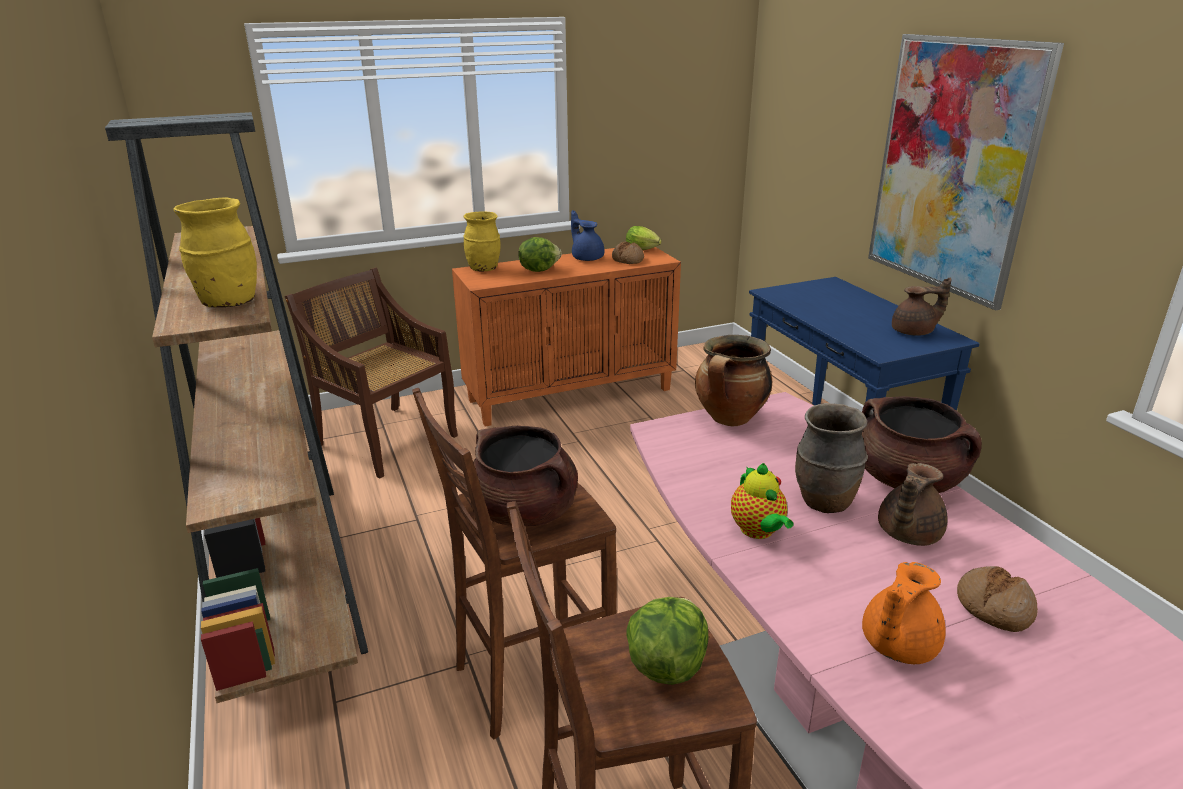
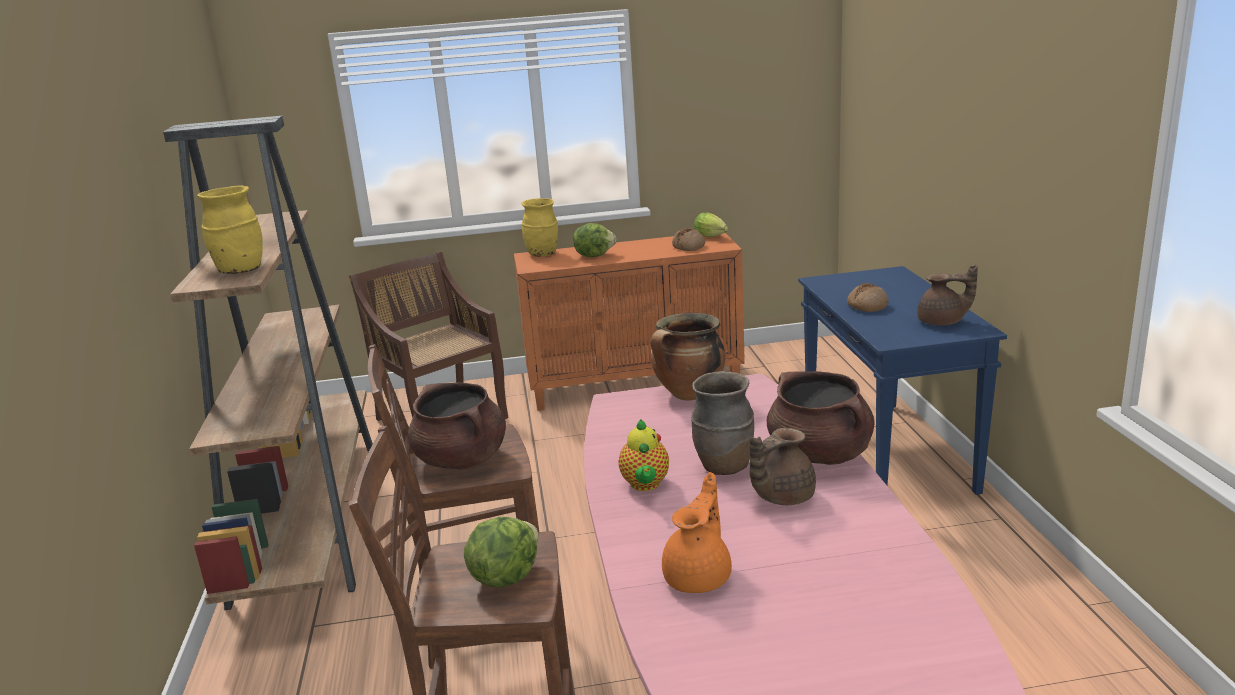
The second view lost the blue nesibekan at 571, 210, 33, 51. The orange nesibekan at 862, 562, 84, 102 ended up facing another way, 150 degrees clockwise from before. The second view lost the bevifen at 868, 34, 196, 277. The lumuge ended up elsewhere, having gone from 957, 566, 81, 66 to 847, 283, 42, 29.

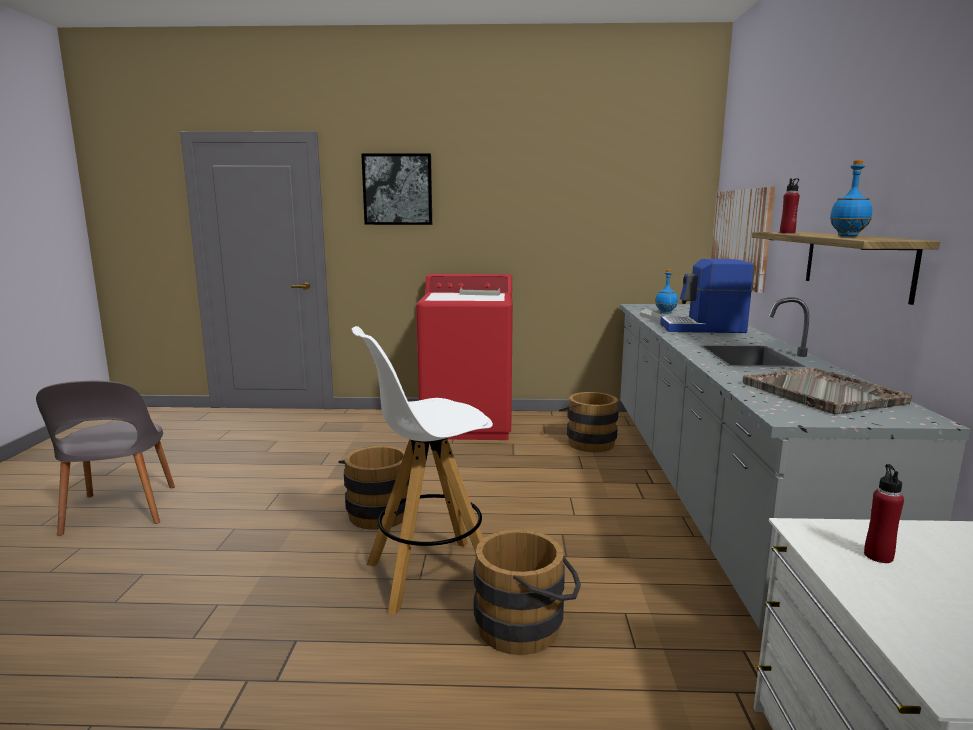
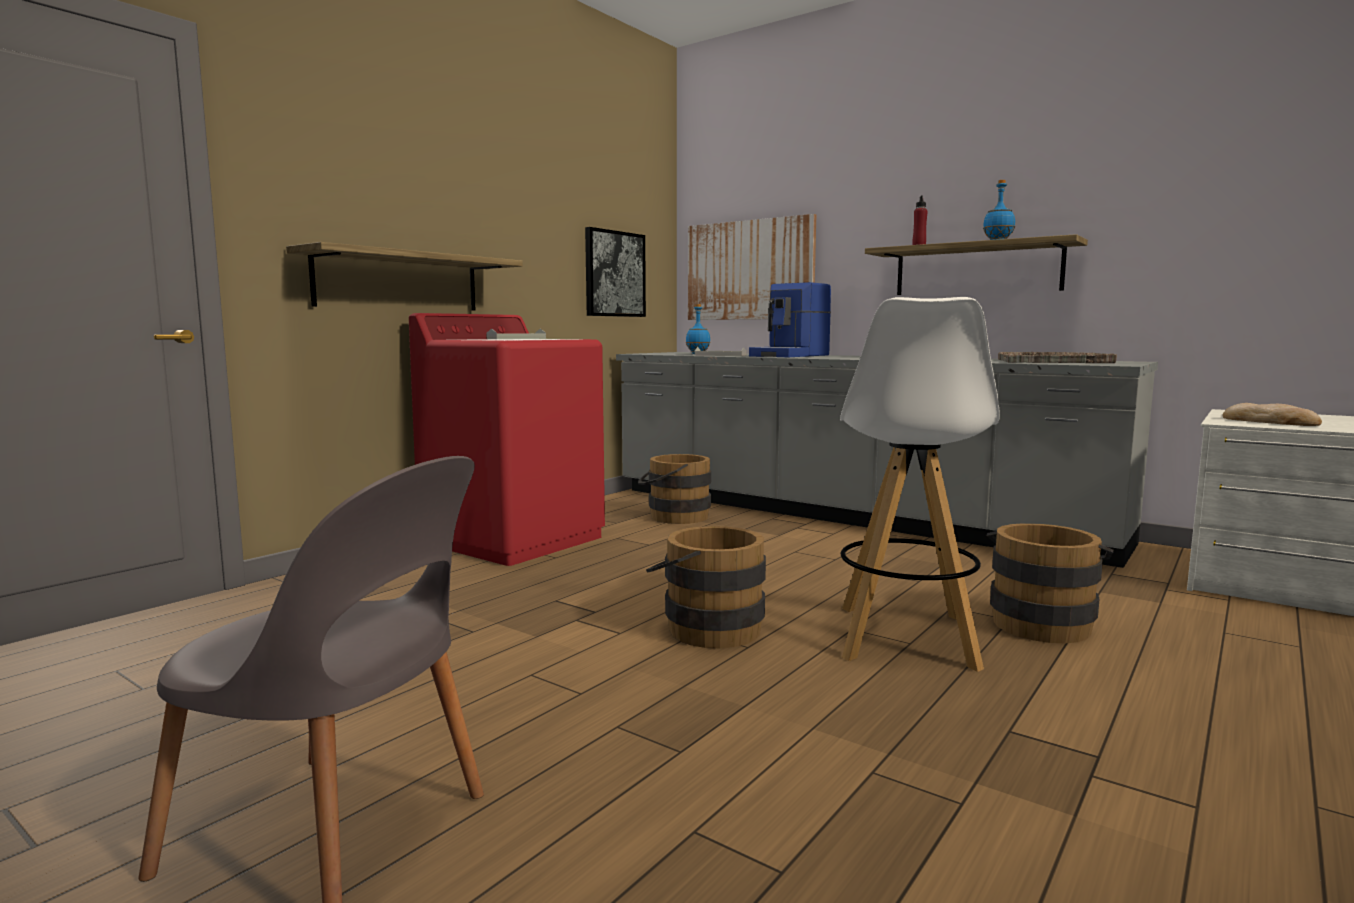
The bevifen ended up elsewhere, having gone from 361, 153, 71, 72 to 585, 227, 61, 90. Where the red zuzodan stood at 864, 464, 40, 99, the lumuge came to stand at 1223, 403, 99, 23. The second view gained the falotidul at 286, 242, 237, 69.

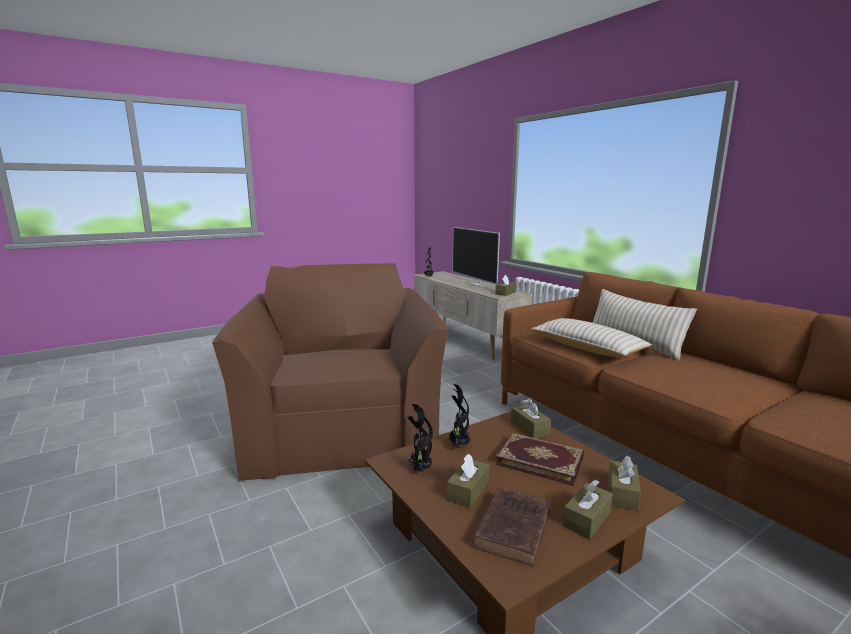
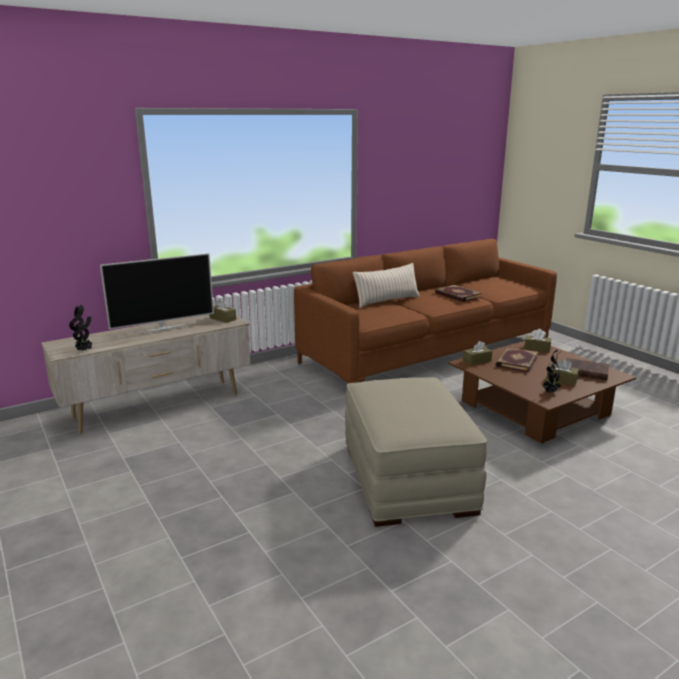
Where the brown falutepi stood at 212, 263, 236, 218, the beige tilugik came to stand at 345, 377, 142, 150. The second view lost the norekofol at 446, 384, 24, 63. The second view lost the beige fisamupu at 531, 318, 121, 40. The second view lost the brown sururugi at 563, 479, 50, 60. The second view gained the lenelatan at 435, 285, 47, 17.

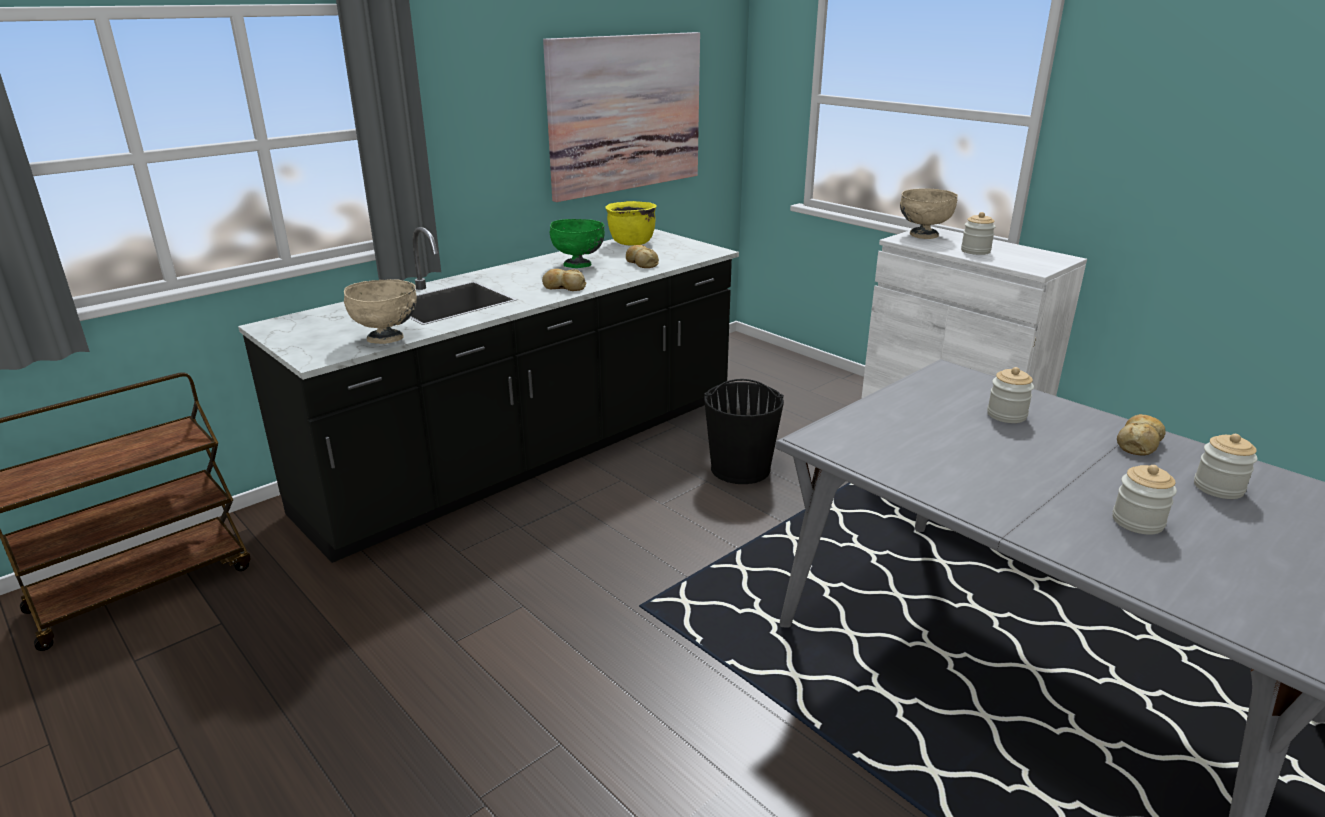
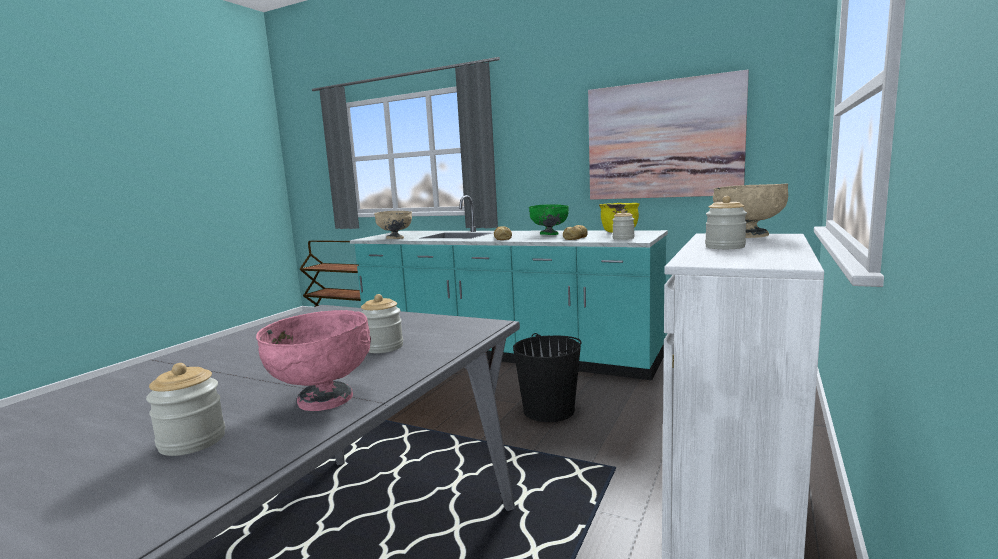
What was the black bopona at 238, 227, 501, 336 turned into the turquoise bopona at 350, 195, 318, 185. The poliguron ended up elsewhere, having gone from 1113, 465, 64, 70 to 612, 209, 23, 31. Where the lumuge stood at 1117, 414, 49, 42, the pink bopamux came to stand at 256, 310, 115, 101.

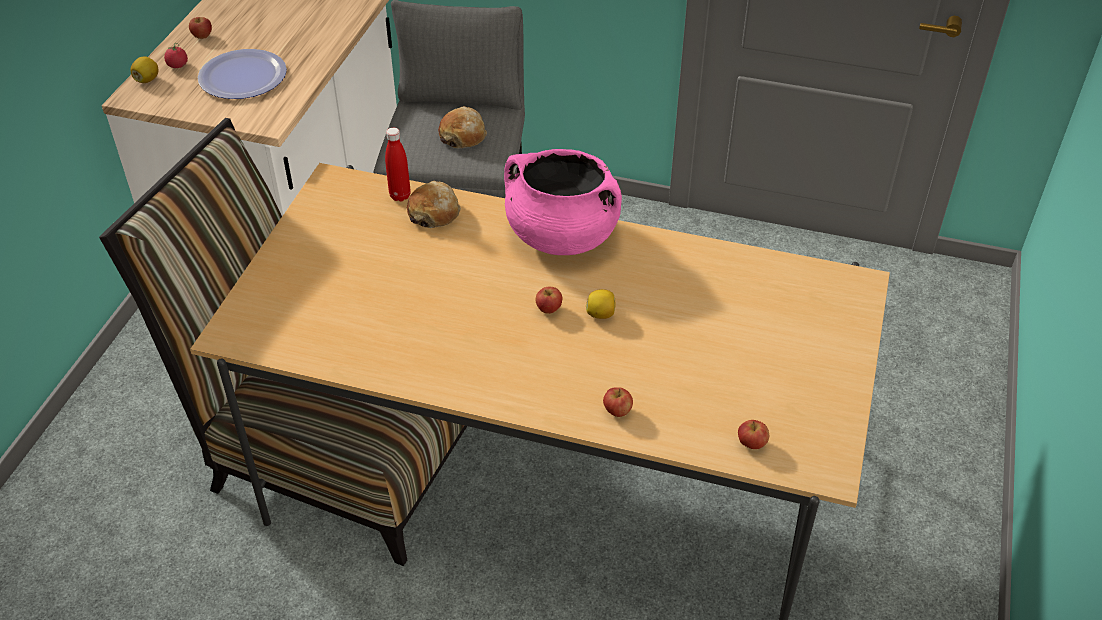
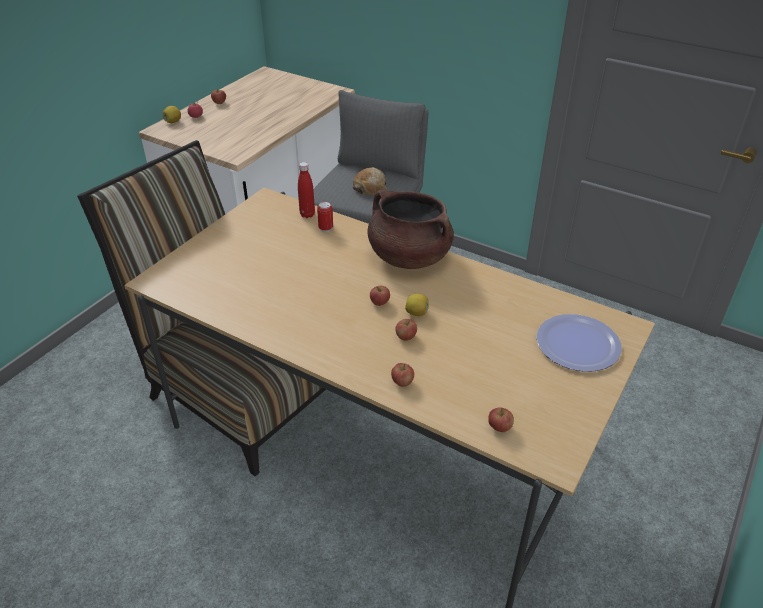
The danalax ended up elsewhere, having gone from 198, 49, 89, 50 to 536, 314, 86, 58. Where the lumuge stood at 407, 181, 54, 47, the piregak came to stand at 317, 202, 16, 30. What was the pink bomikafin at 504, 149, 118, 106 turned into the brown bomikafin at 367, 190, 87, 79. The second view gained the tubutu at 395, 319, 22, 22.

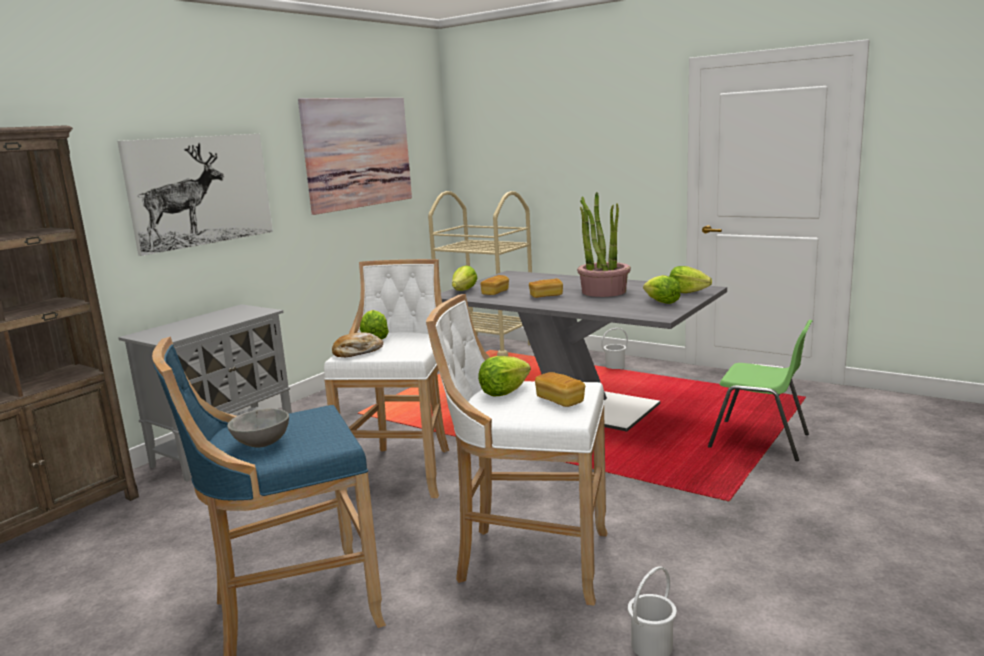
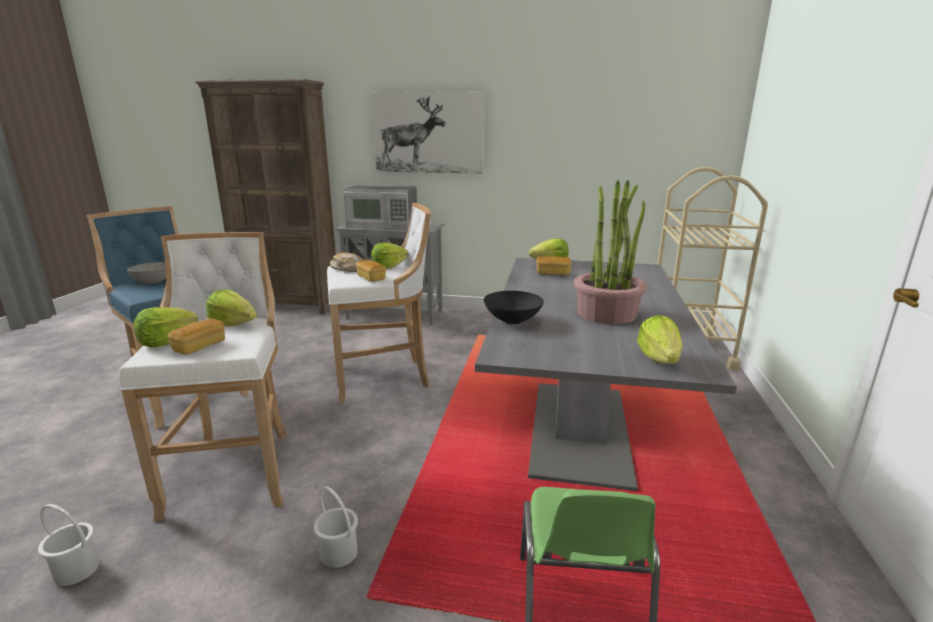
The second view lost the bevifen at 298, 98, 114, 117. The lumuge ended up elsewhere, having gone from 529, 278, 34, 20 to 356, 260, 30, 22. The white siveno ended up elsewhere, having gone from 601, 328, 27, 41 to 314, 486, 44, 82. The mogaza ended up elsewhere, having gone from 643, 275, 38, 29 to 134, 307, 64, 40. The second view gained the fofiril at 343, 185, 74, 44. The second view gained the black bopamux at 484, 291, 60, 33.

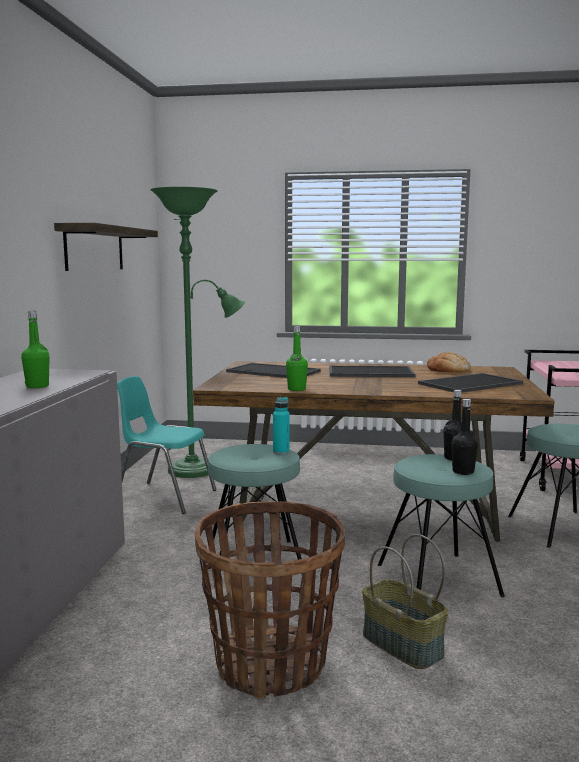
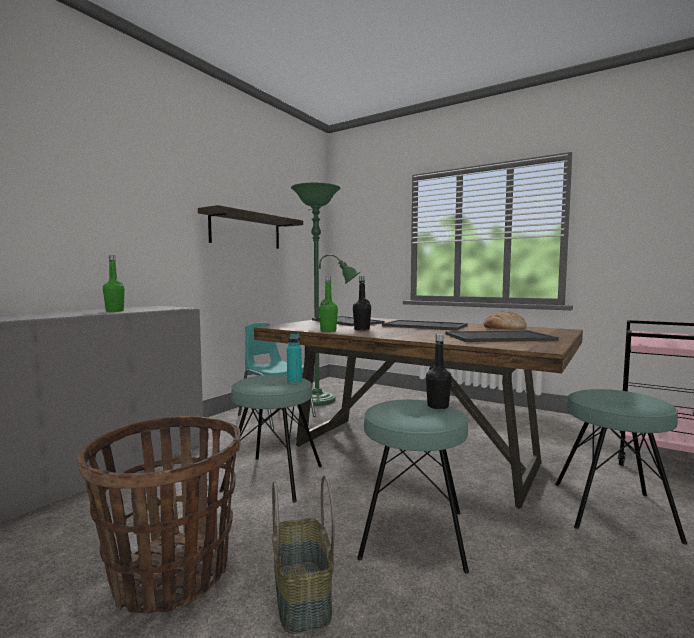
The black zuzodan ended up elsewhere, having gone from 451, 399, 27, 76 to 353, 276, 18, 55.

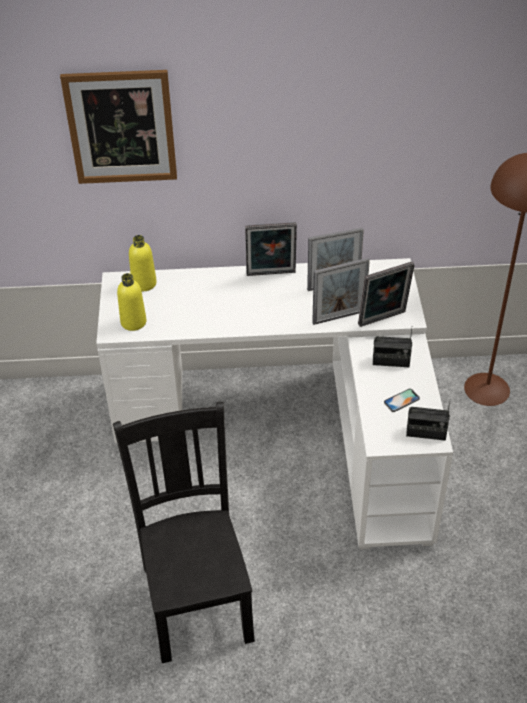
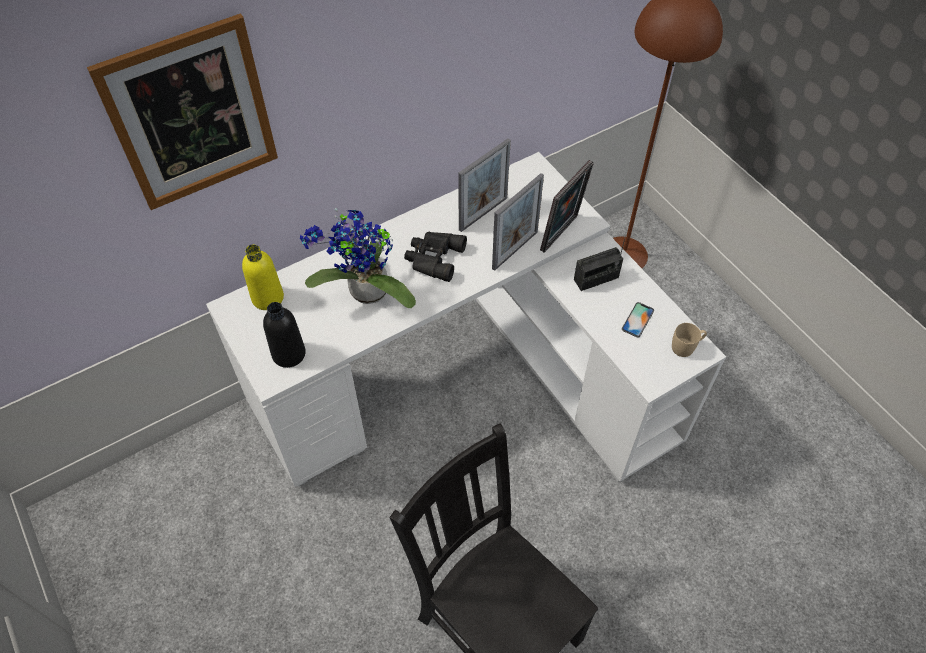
What was the yellow zuzodan at 117, 273, 30, 58 turned into the black zuzodan at 263, 302, 43, 66. The second view lost the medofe at 245, 222, 52, 54. Where the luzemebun stood at 406, 402, 44, 39, the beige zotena came to stand at 672, 323, 35, 34. The second view gained the norekofol at 300, 208, 116, 100. The second view gained the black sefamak at 404, 232, 63, 50.

